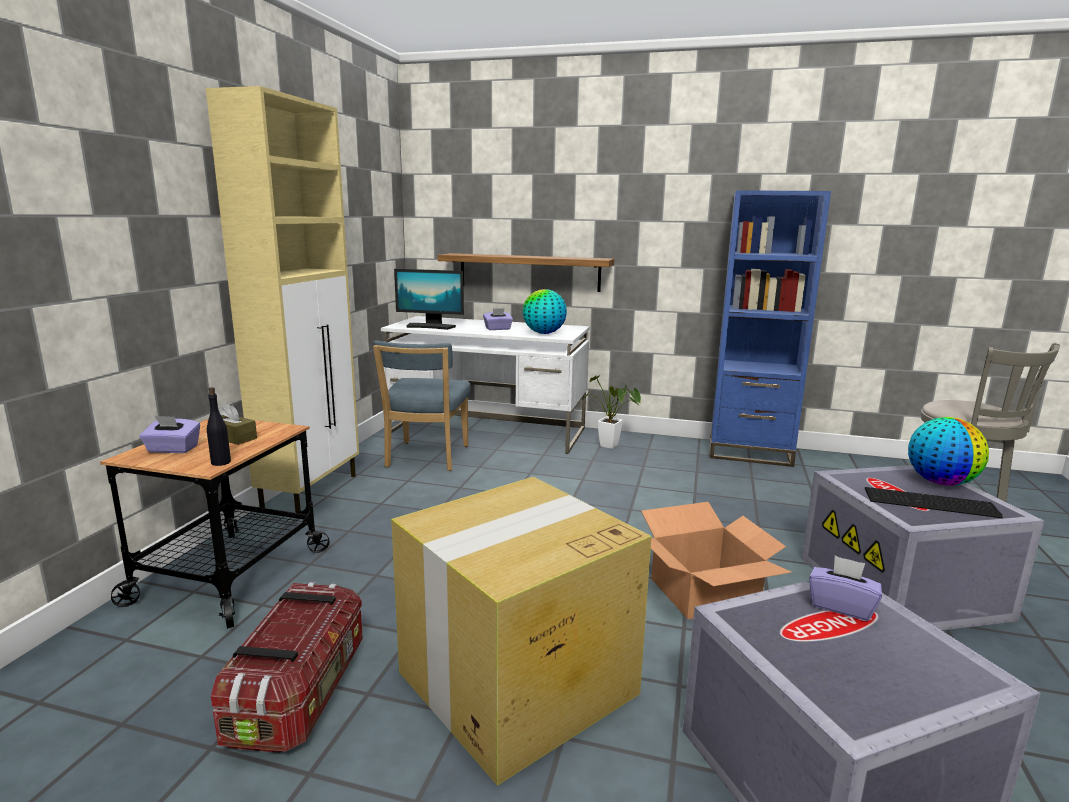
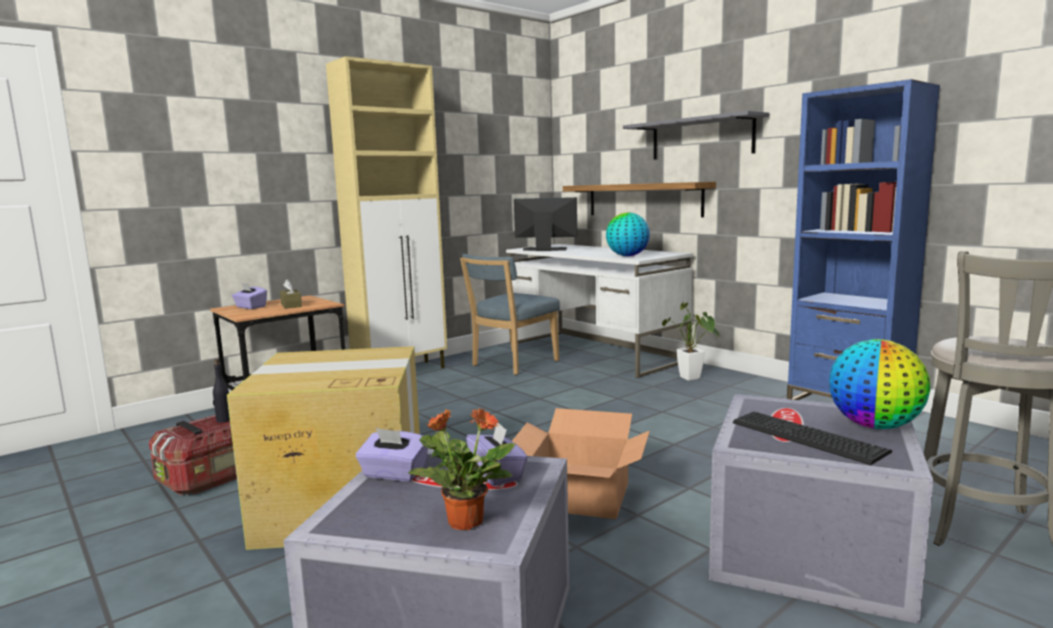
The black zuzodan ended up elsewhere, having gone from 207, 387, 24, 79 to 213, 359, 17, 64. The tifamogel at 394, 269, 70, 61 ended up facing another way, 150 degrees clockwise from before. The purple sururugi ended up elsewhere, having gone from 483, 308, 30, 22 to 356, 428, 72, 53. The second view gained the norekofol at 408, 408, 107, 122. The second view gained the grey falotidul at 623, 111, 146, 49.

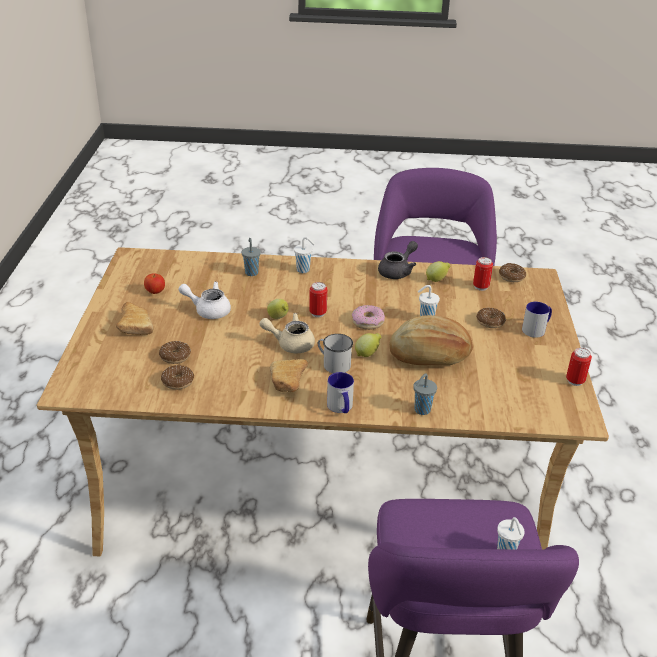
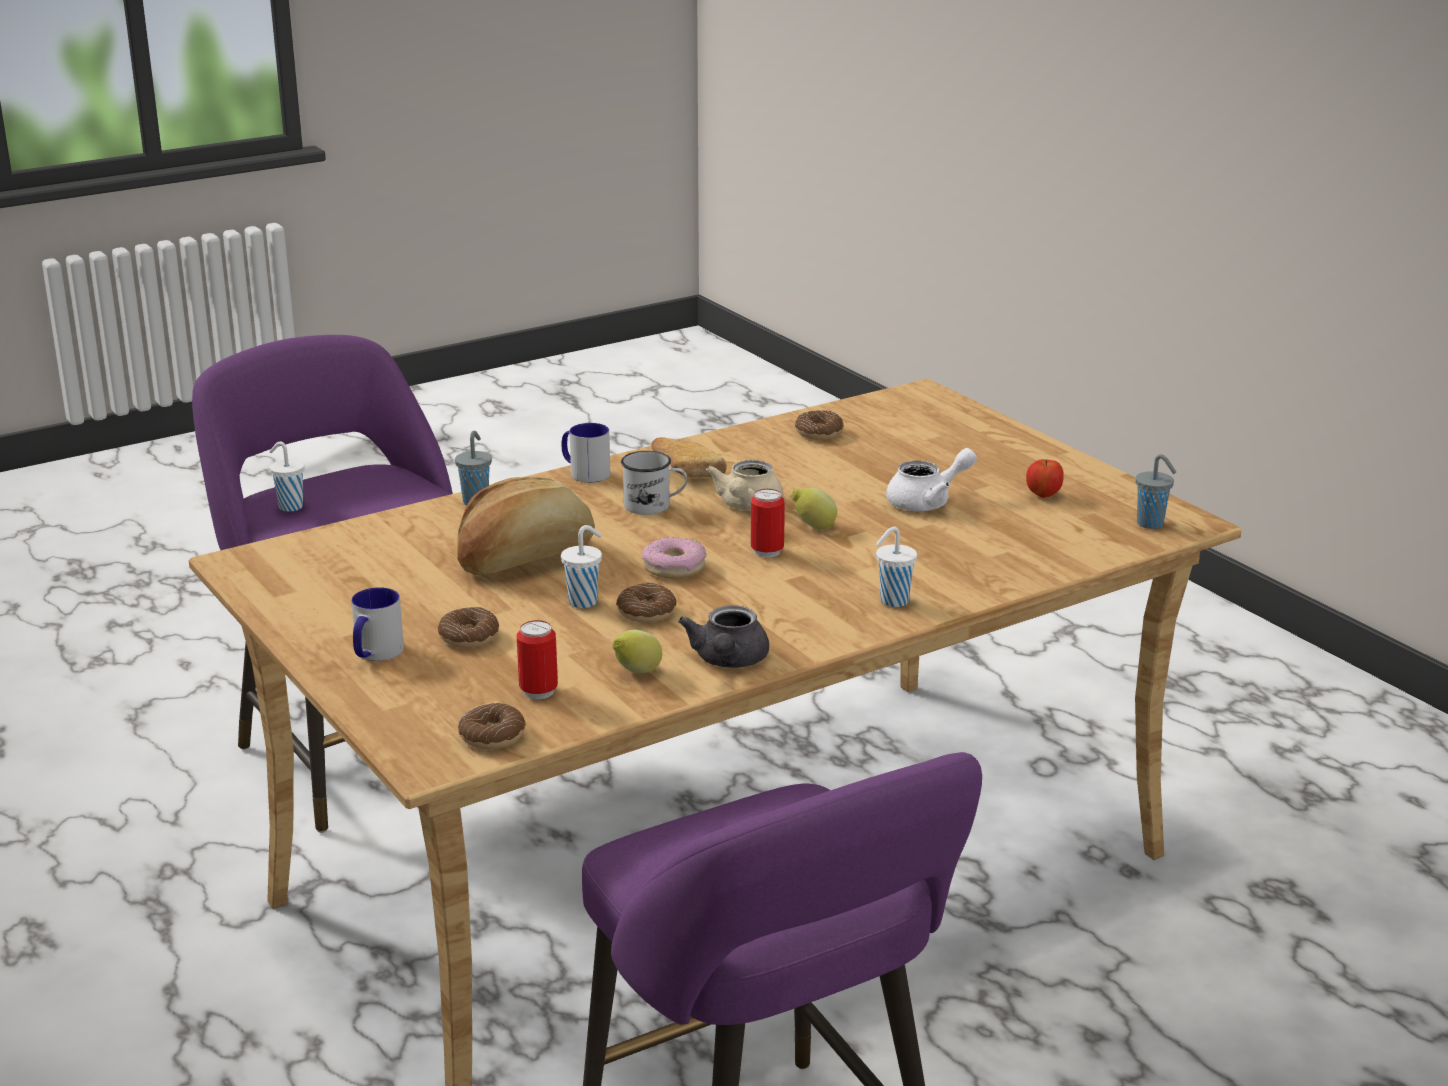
The second view lost the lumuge at 116, 302, 38, 33. The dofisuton ended up elsewhere, having gone from 159, 341, 32, 23 to 616, 582, 61, 41. The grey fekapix ended up elsewhere, having gone from 242, 238, 19, 38 to 1135, 454, 41, 75. The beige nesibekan at 259, 313, 56, 40 ended up facing another way, 135 degrees clockwise from before. The second view lost the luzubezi at 355, 333, 26, 24. The second view lost the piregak at 566, 348, 26, 38.

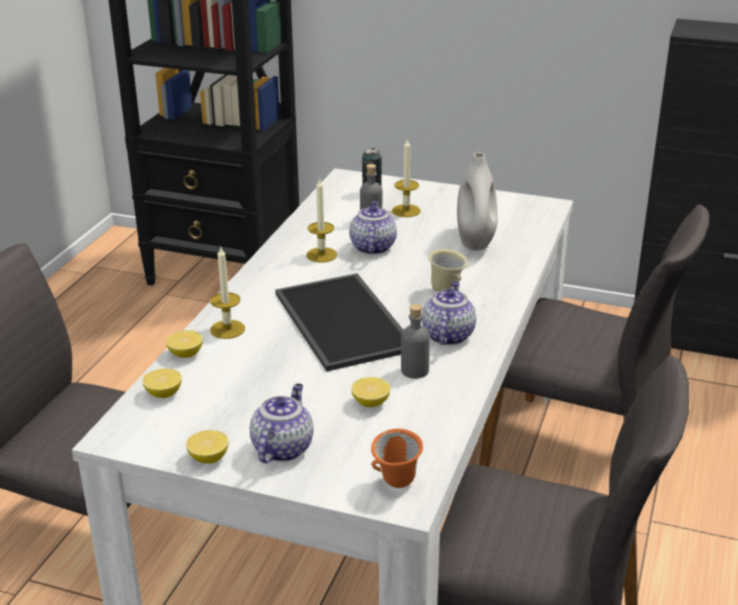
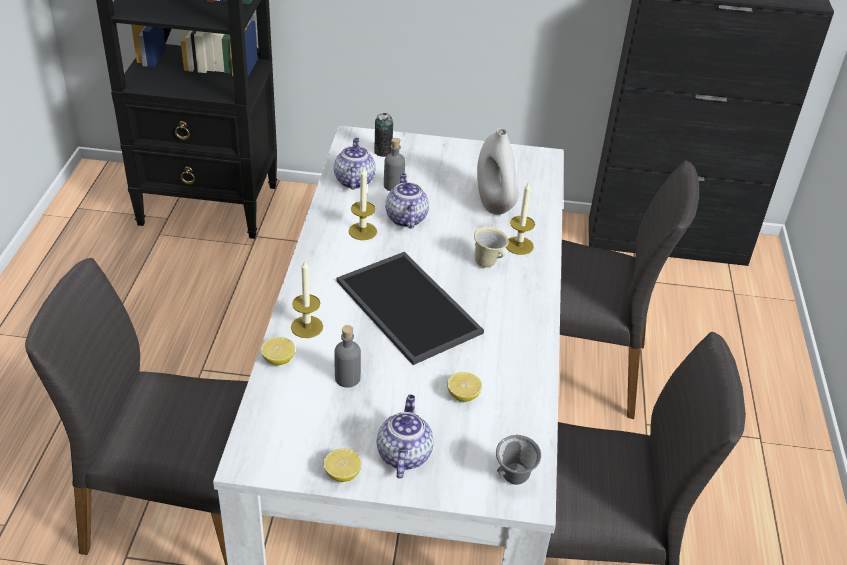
The second view lost the luzubezi at 142, 368, 40, 30. What was the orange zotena at 371, 429, 52, 59 turned into the grey zotena at 496, 435, 45, 50. The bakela ended up elsewhere, having gone from 392, 139, 29, 78 to 506, 182, 29, 73. The grey zuzodan ended up elsewhere, having gone from 401, 304, 29, 75 to 334, 325, 27, 63. The nesibekan ended up elsewhere, having gone from 422, 281, 54, 64 to 334, 138, 42, 51.

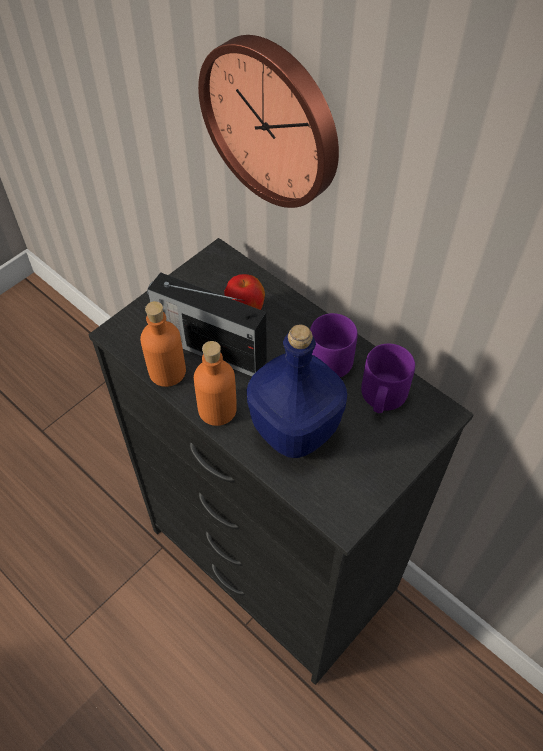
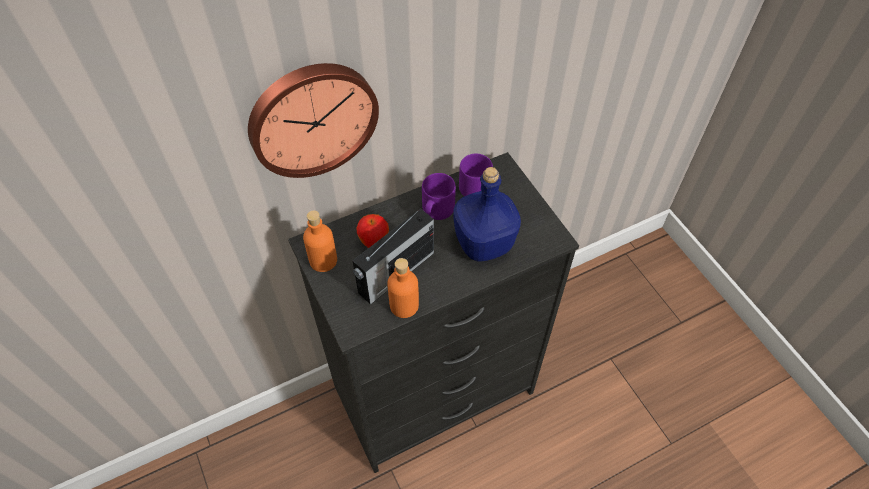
The orange zuzodan ended up elsewhere, having gone from 194, 341, 43, 85 to 303, 210, 34, 62.

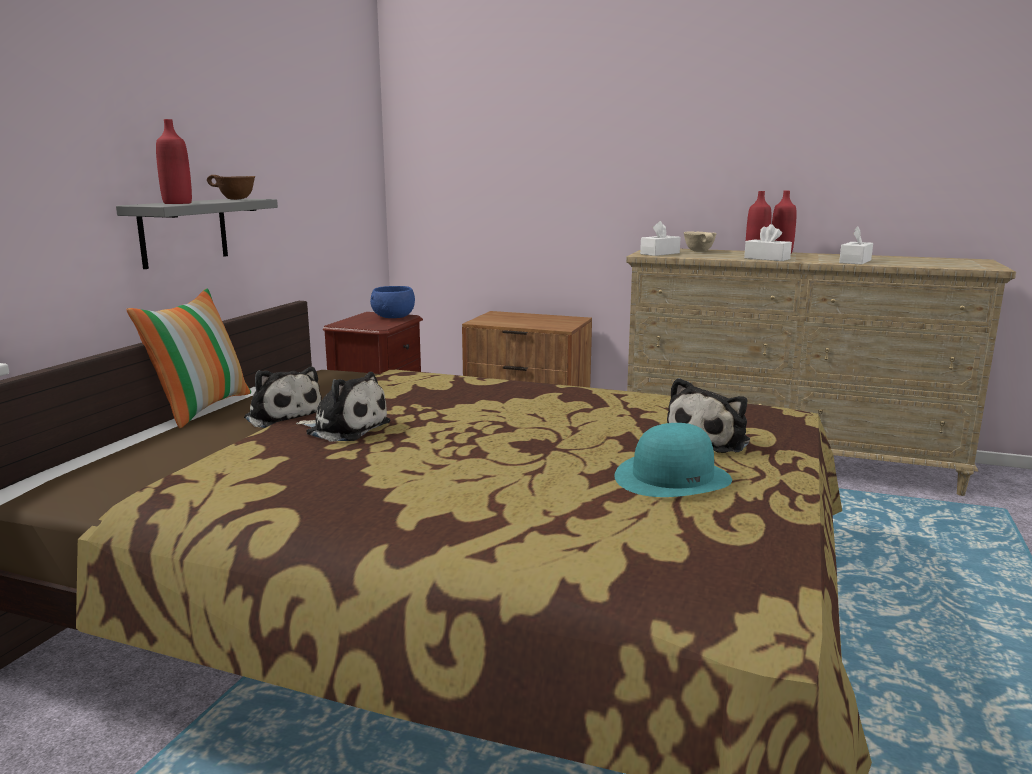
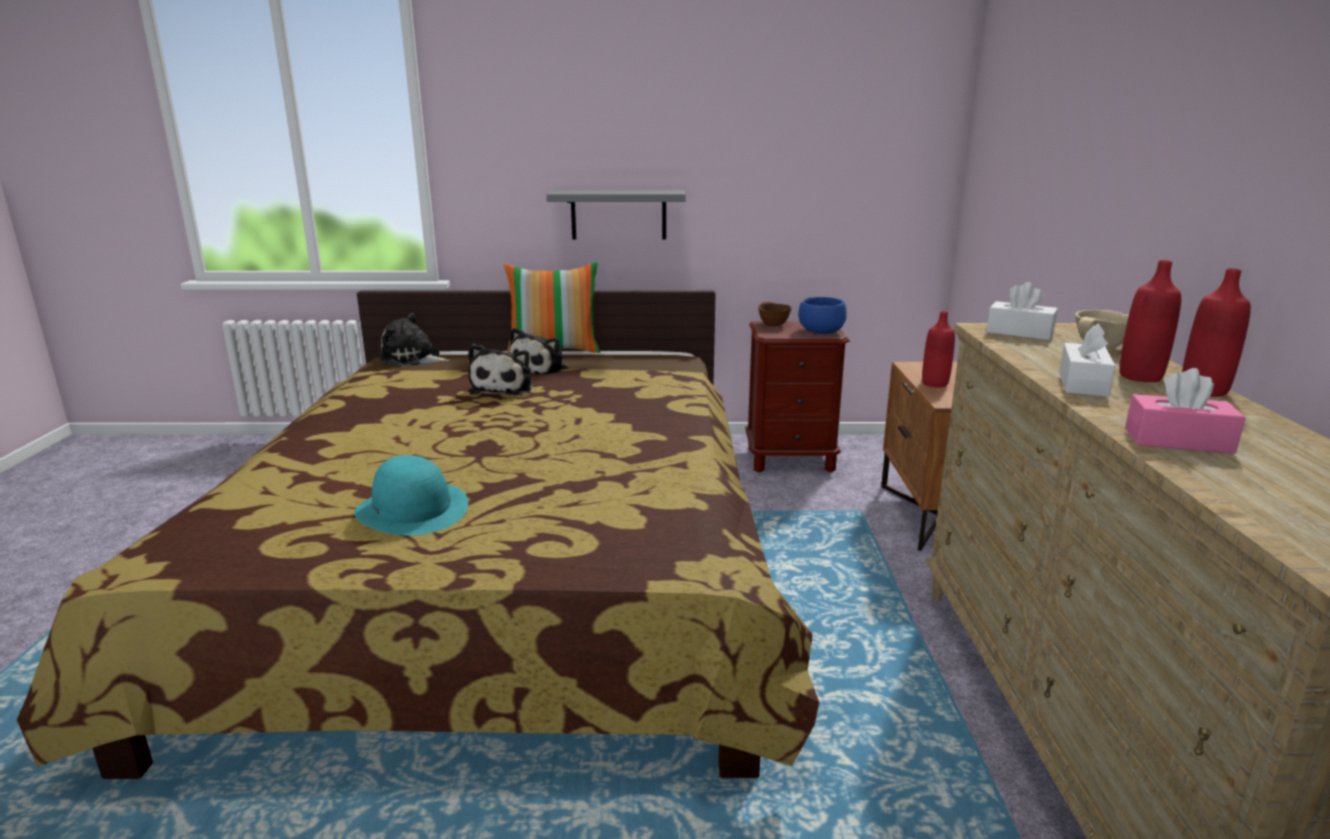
The red zuzodan ended up elsewhere, having gone from 156, 119, 36, 85 to 922, 311, 33, 77. The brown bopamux ended up elsewhere, having gone from 207, 175, 48, 25 to 758, 301, 34, 25. The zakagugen ended up elsewhere, having gone from 667, 378, 83, 75 to 380, 313, 70, 53. What was the white sururugi at 839, 226, 34, 39 turned into the pink sururugi at 1125, 368, 121, 86.

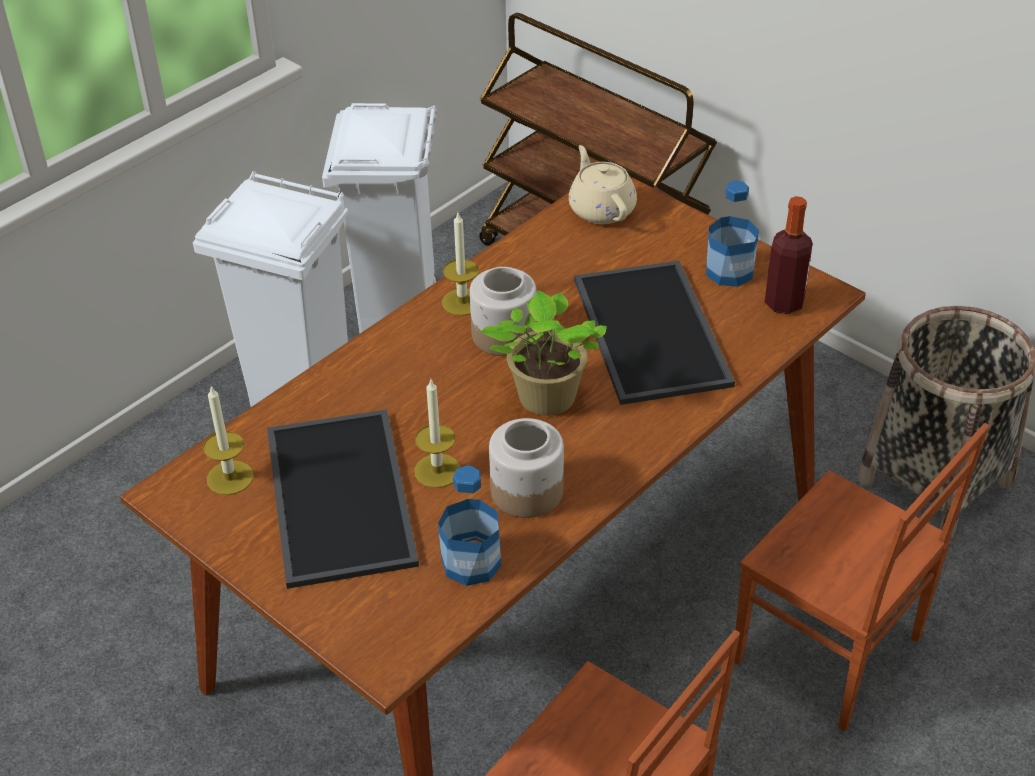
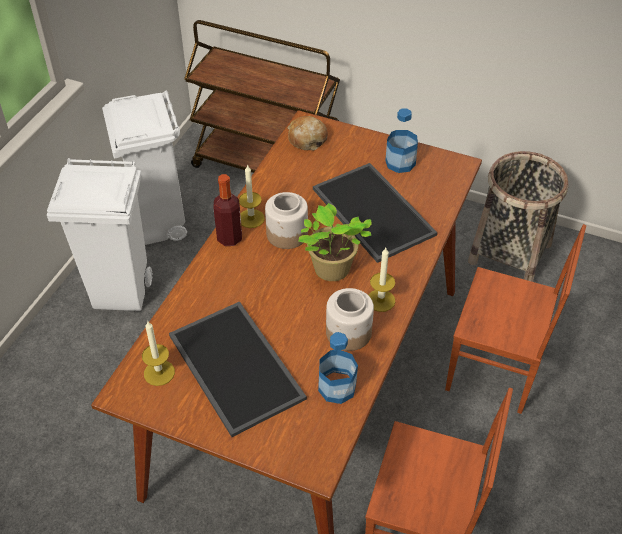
The bakela ended up elsewhere, having gone from 414, 380, 46, 108 to 368, 248, 27, 64. Where the beige nesibekan stood at 569, 145, 68, 79, the lumuge came to stand at 287, 116, 41, 35. The zuzodan ended up elsewhere, having gone from 765, 196, 48, 118 to 213, 174, 29, 72.

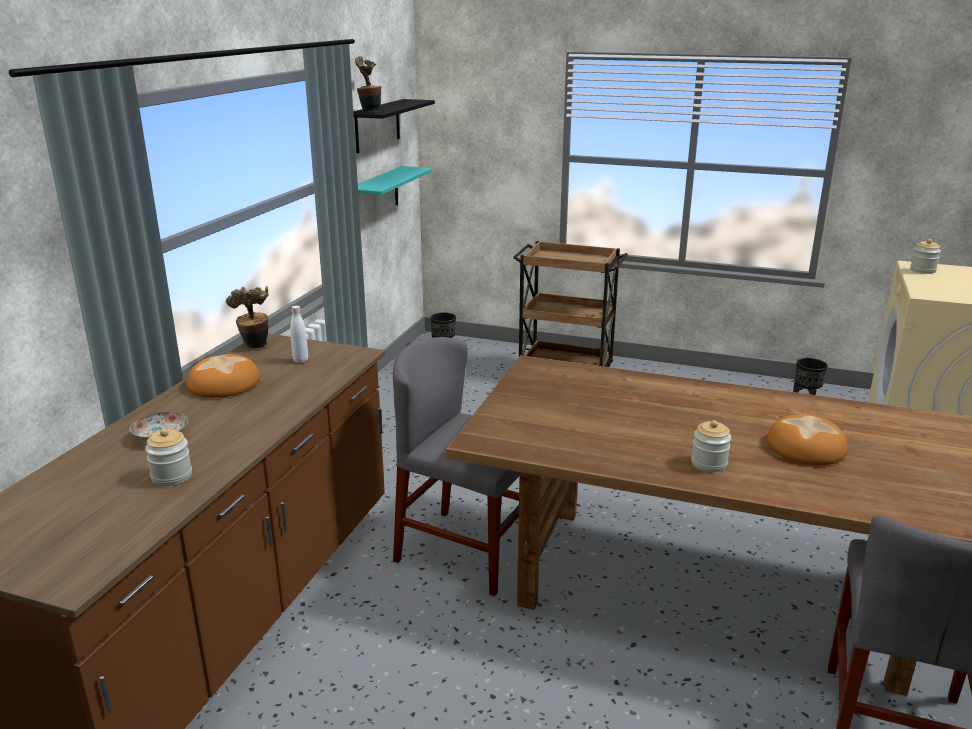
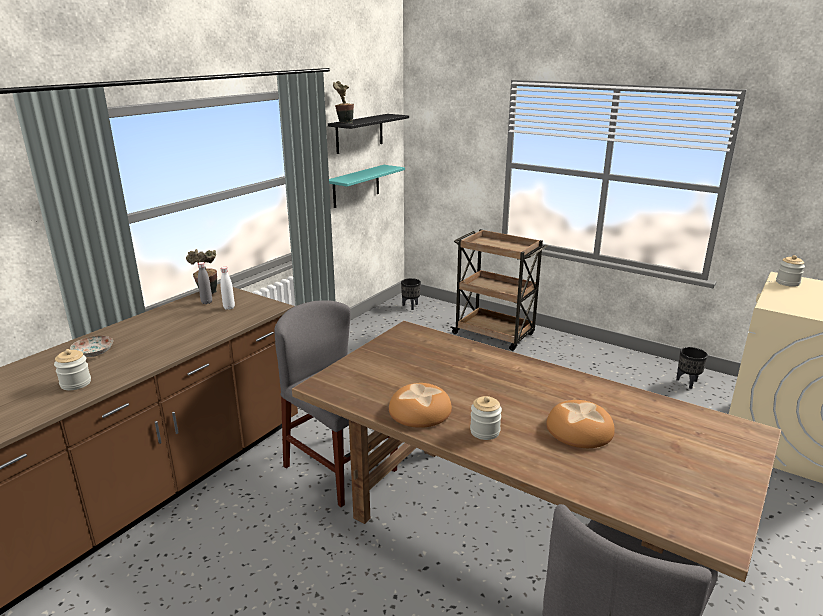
The lumuge ended up elsewhere, having gone from 187, 354, 73, 44 to 389, 383, 63, 45. The second view gained the grey zuzodan at 198, 262, 14, 42.

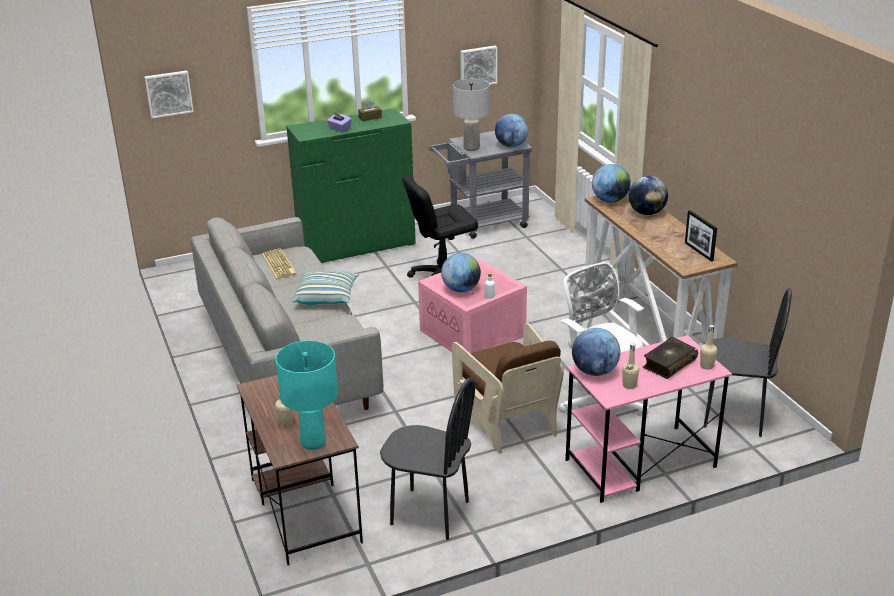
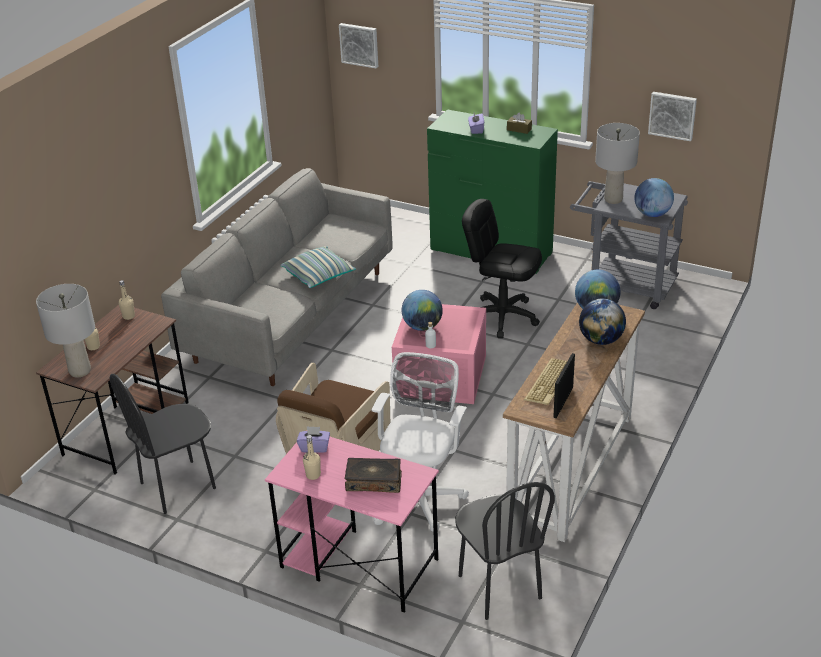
The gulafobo ended up elsewhere, having gone from 262, 248, 34, 31 to 524, 358, 43, 47. What was the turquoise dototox at 276, 341, 62, 109 turned into the grey dototox at 36, 284, 59, 93. The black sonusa at 380, 378, 95, 162 ended up facing another way, 75 degrees clockwise from before. Where the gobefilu stood at 572, 328, 48, 48, the purple sururugi came to stand at 297, 426, 33, 27. The beige zuzodan ended up elsewhere, having gone from 700, 325, 17, 45 to 119, 280, 16, 40.

